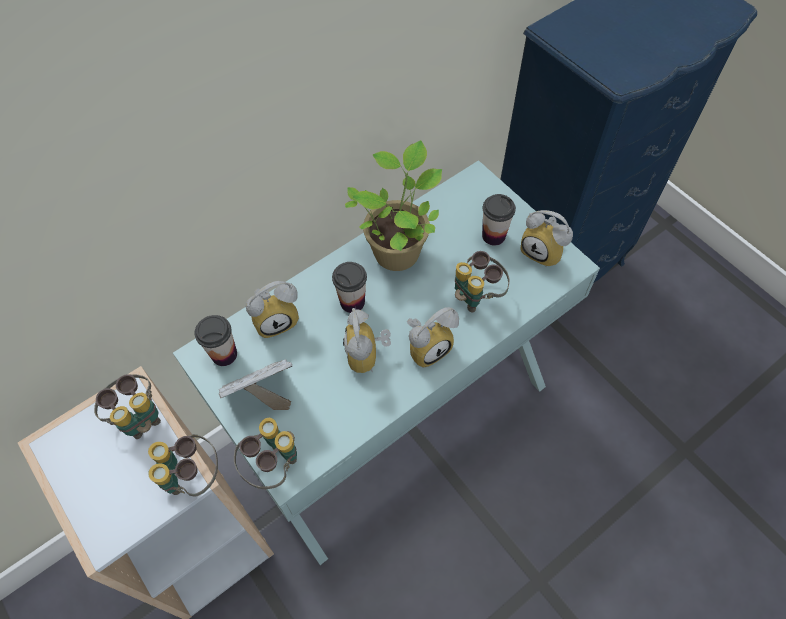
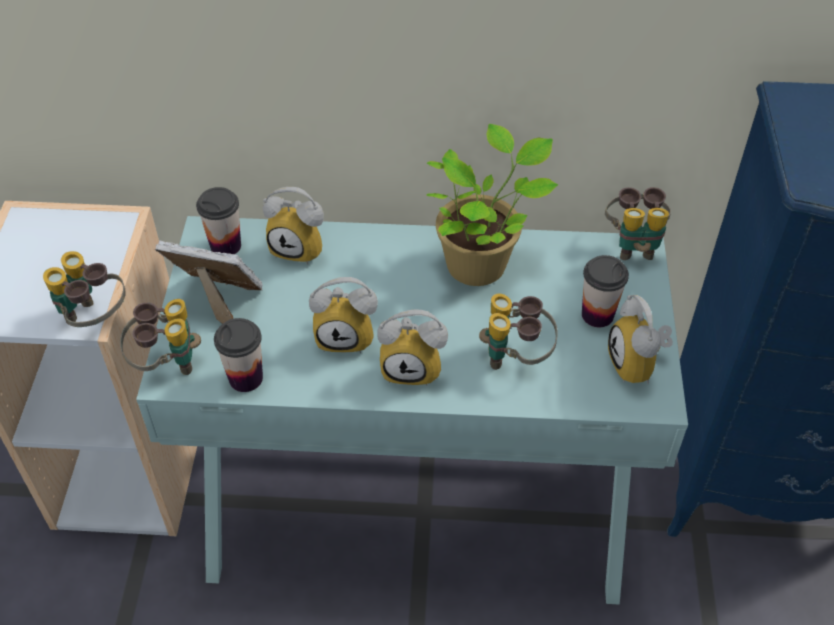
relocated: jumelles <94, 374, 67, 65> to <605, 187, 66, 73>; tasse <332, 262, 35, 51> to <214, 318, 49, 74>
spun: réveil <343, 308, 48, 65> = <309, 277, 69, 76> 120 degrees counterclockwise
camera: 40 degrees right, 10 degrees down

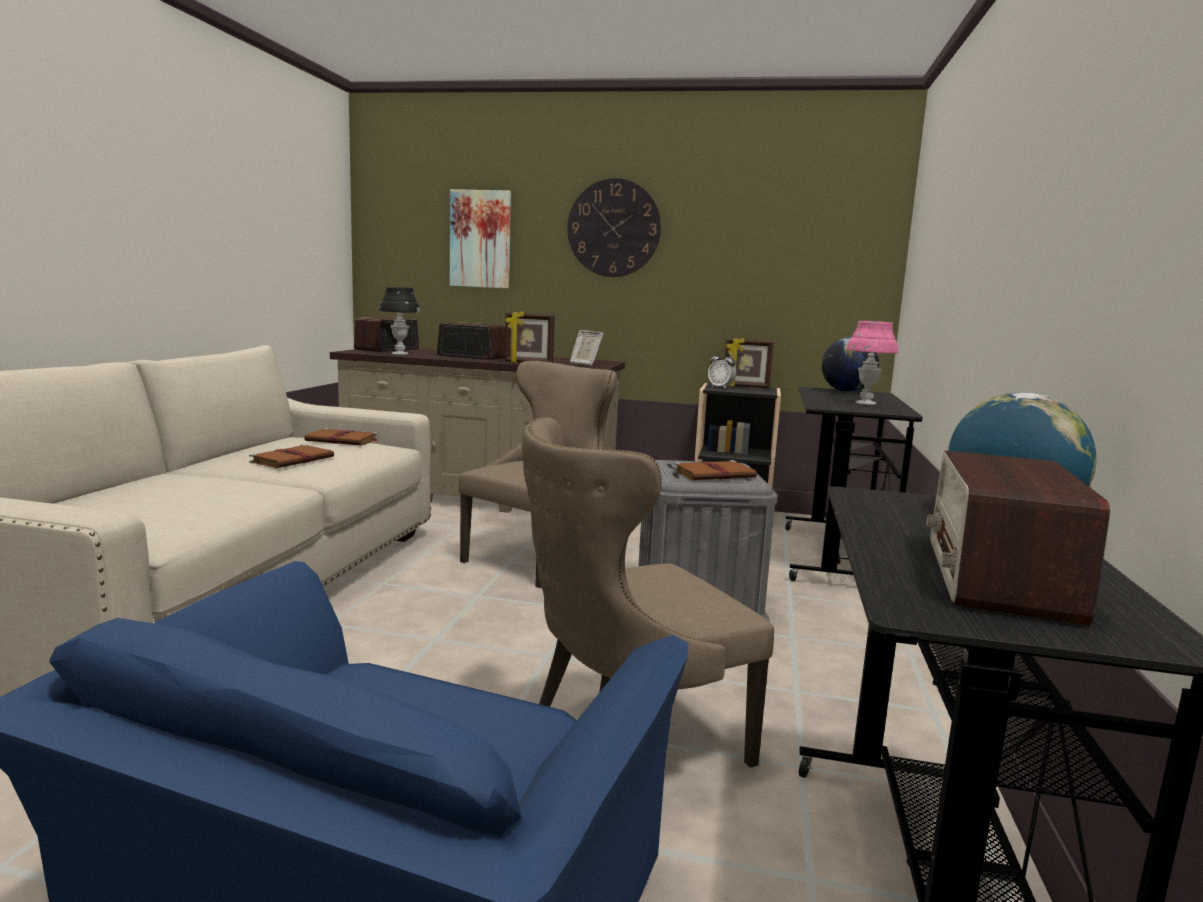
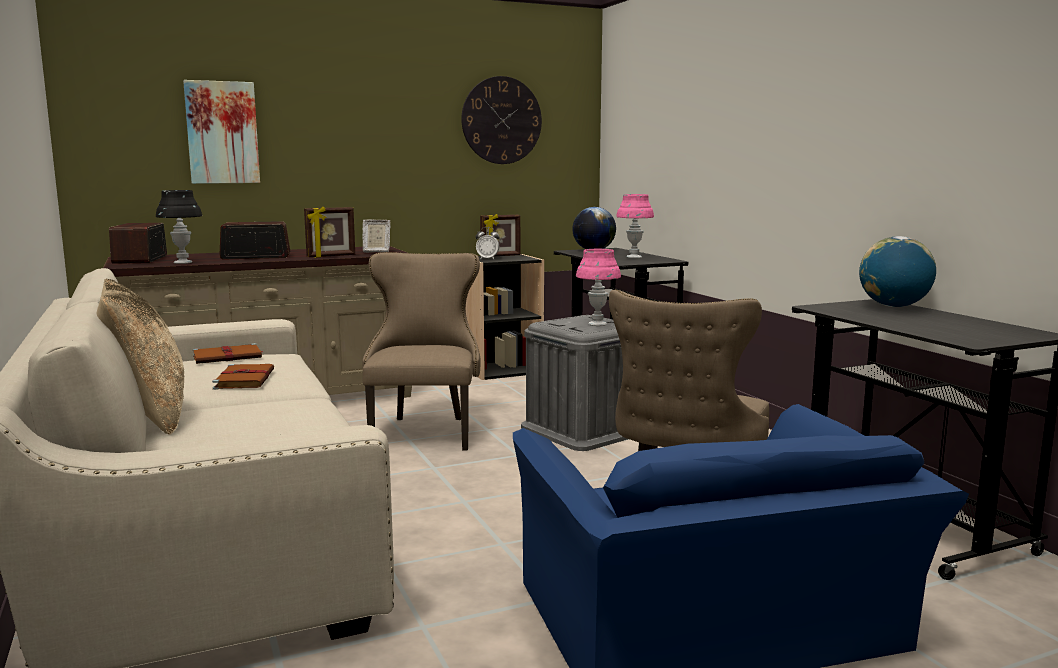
missing: radio <927, 451, 183, 174>
appeared: coussin/beige <96, 279, 89, 156>
relocated: horloge murale <567, 178, 94, 99> to <461, 76, 81, 88>
exchanged: livre/marron <673, 460, 84, 20> to lampe de table/rose <576, 249, 45, 77>
camera: 35 degrees left, 0 degrees up

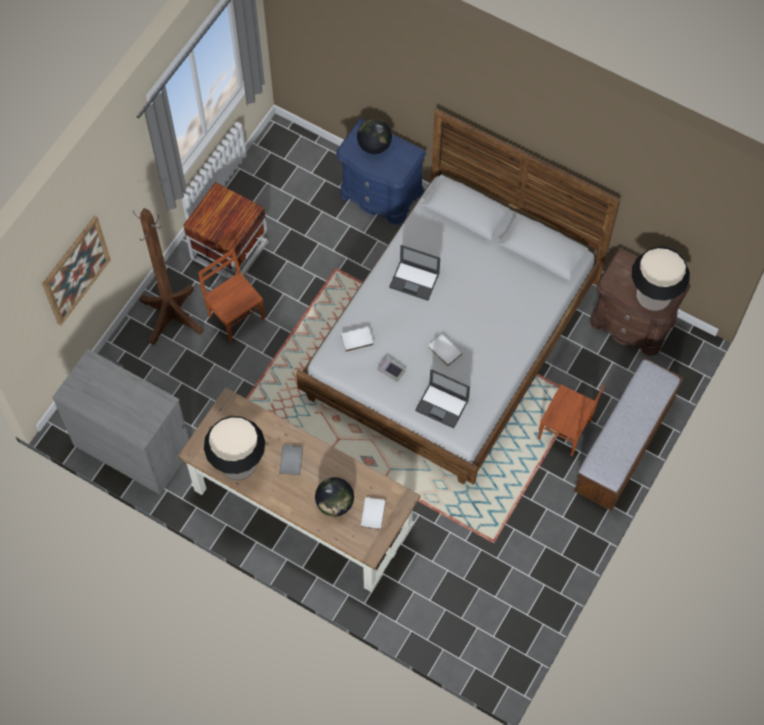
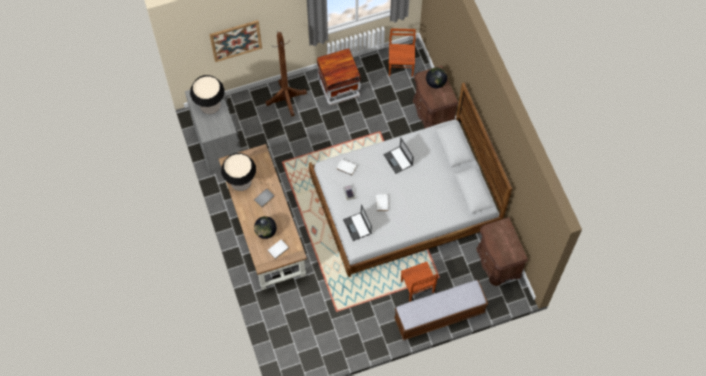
relocated: chaise/marron <198, 249, 66, 94> to <389, 28, 27, 49>; lampe de table <632, 246, 58, 65> to <190, 75, 35, 39>
colour: table de chevet/bleu <336, 118, 91, 107> to table de chevet/marron <413, 65, 45, 64>
camera: 40 degrees right, 0 degrees up

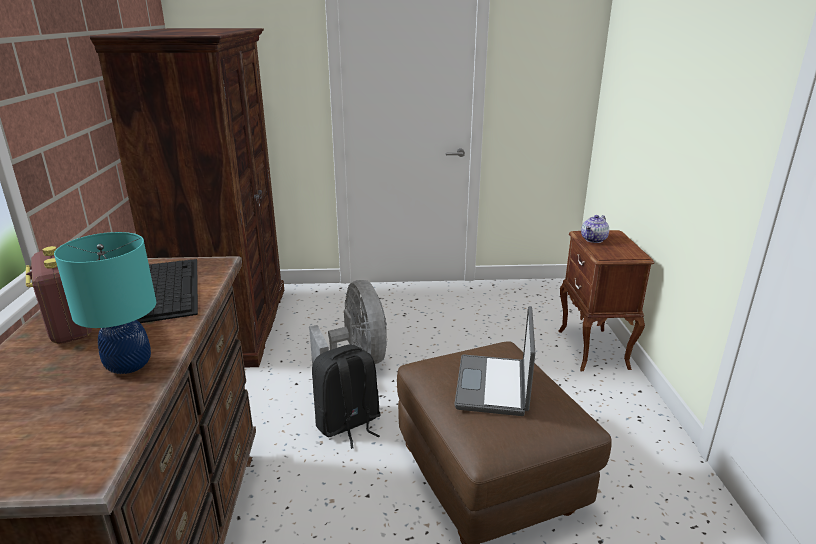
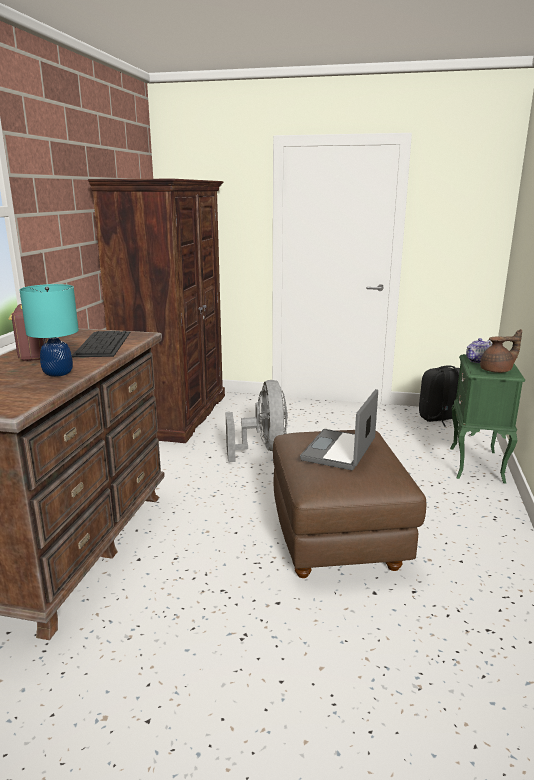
appeared: théière/marron <480, 329, 42, 44>
relocated: sac à dos/noir <312, 344, 69, 105> to <419, 366, 41, 61>
colour: table de chevet/marron <558, 230, 96, 141> to table de chevet/vert <450, 354, 75, 130>
camera: 15 degrees right, 5 degrees down

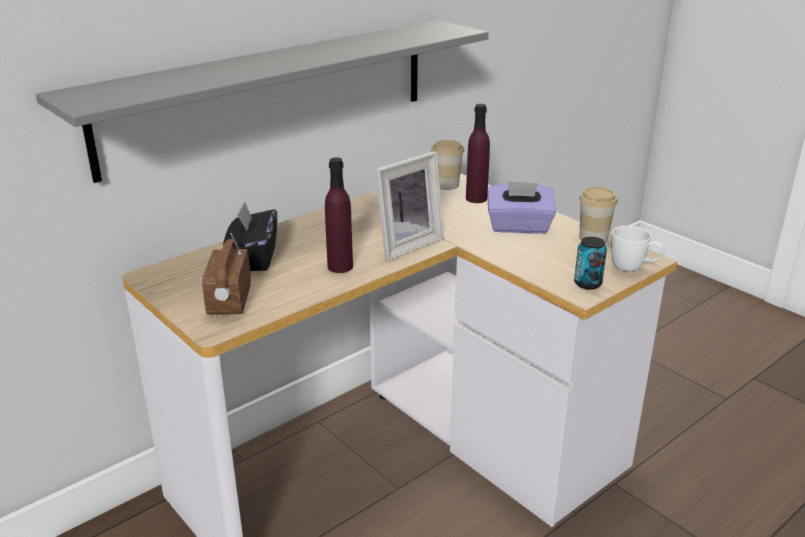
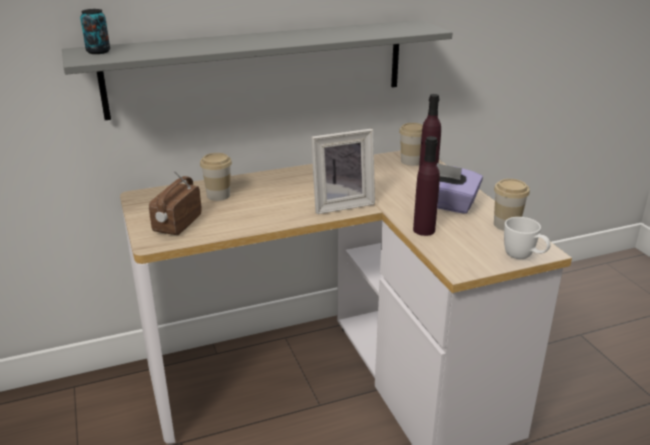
relocated: bouteille/violet <325, 157, 28, 116> to <413, 136, 27, 100>; boîte métallique <574, 237, 33, 53> to <80, 9, 30, 45>
exchanged: boîte à mouchoirs/noir <223, 201, 54, 70> to tasse <200, 153, 32, 48>
camera: 20 degrees right, 0 degrees up

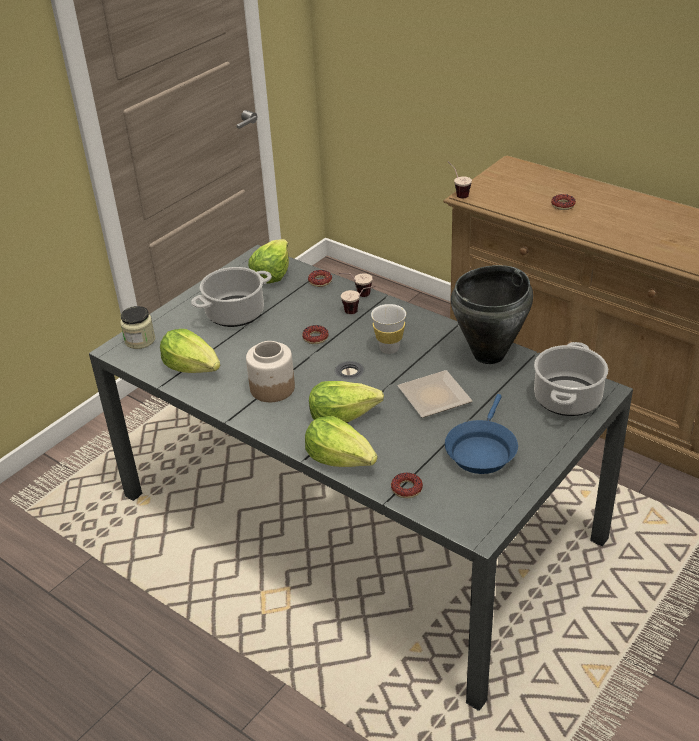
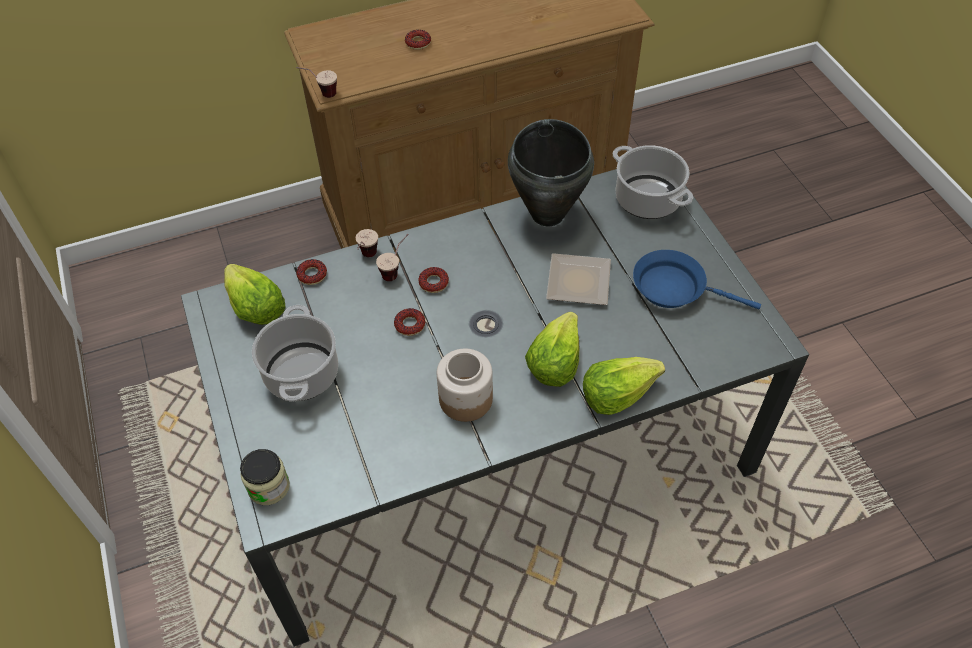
missing: laitue <160, 329, 60, 44>; tasse/blanc <371, 304, 35, 50>
relocated: beignet <391, 473, 32, 25> to <418, 267, 31, 26>
spun: poêle/bleu <445, 394, 73, 80> = <633, 250, 128, 59> 150 degrees clockwise
camera: 60 degrees left, 15 degrees up

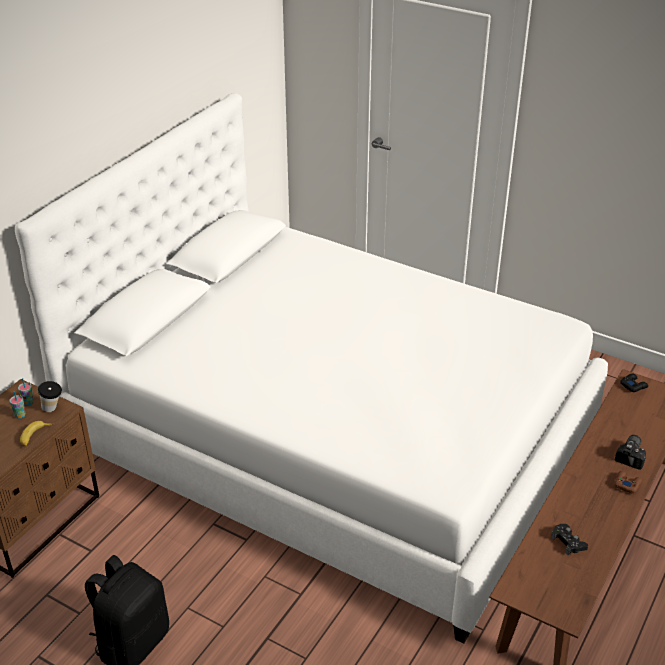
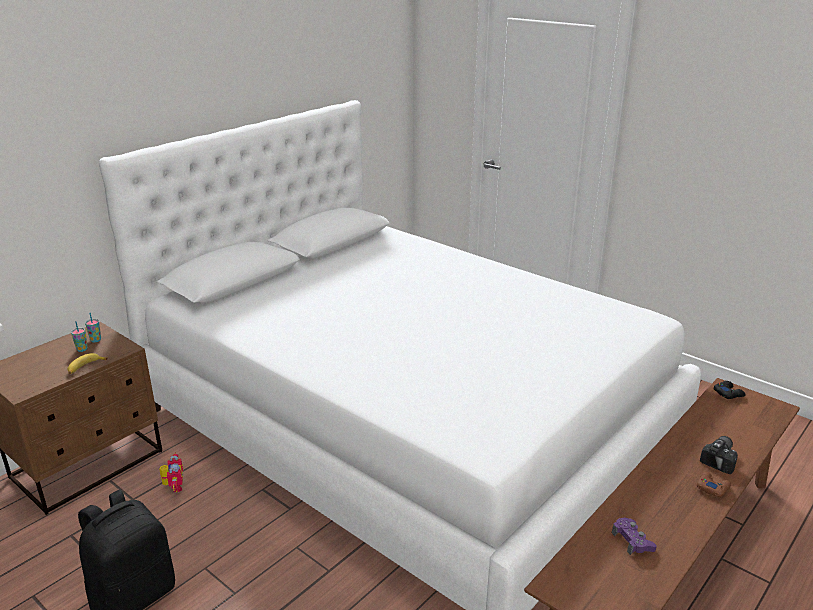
missing: tasse <38, 381, 24, 31>
appeared: robot jouet <159, 452, 24, 40>
colour: manette/noir <551, 524, 37, 31> to manette/violet <612, 517, 45, 38>
camera: 10 degrees right, 10 degrees down

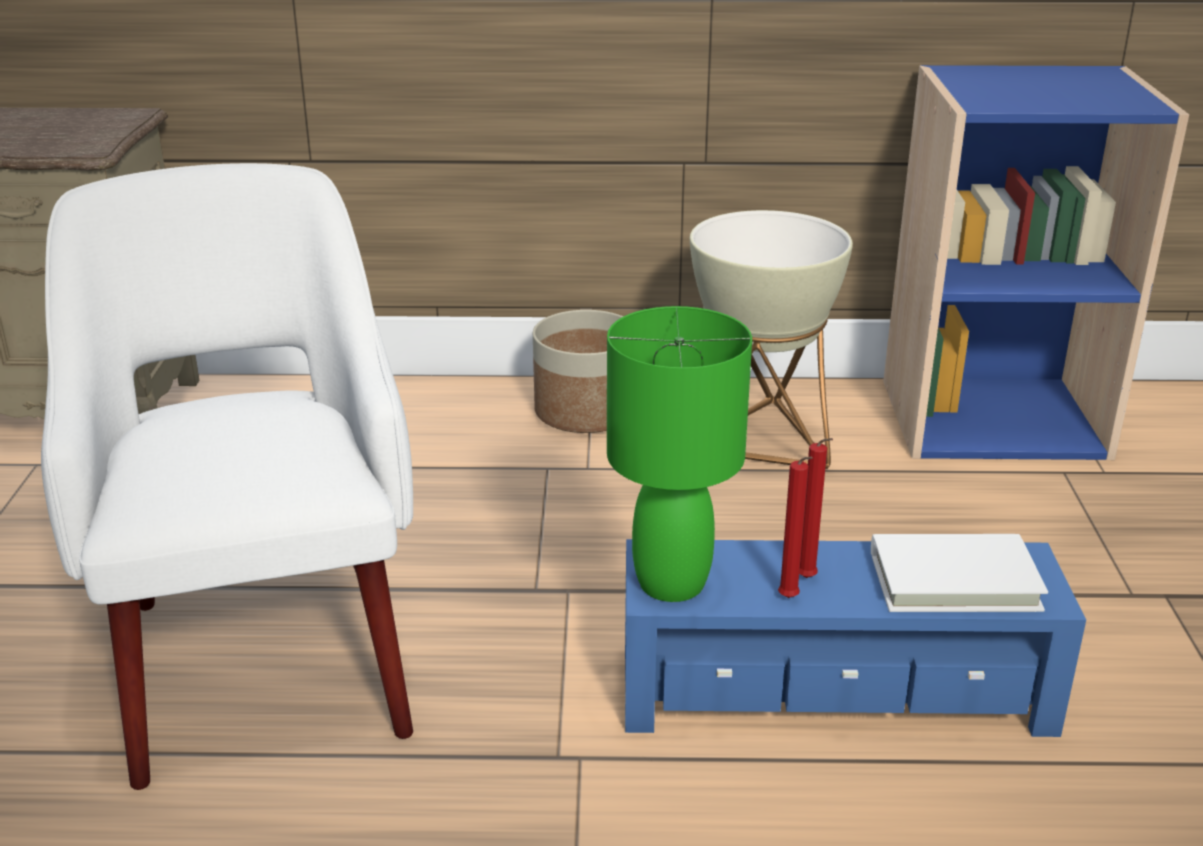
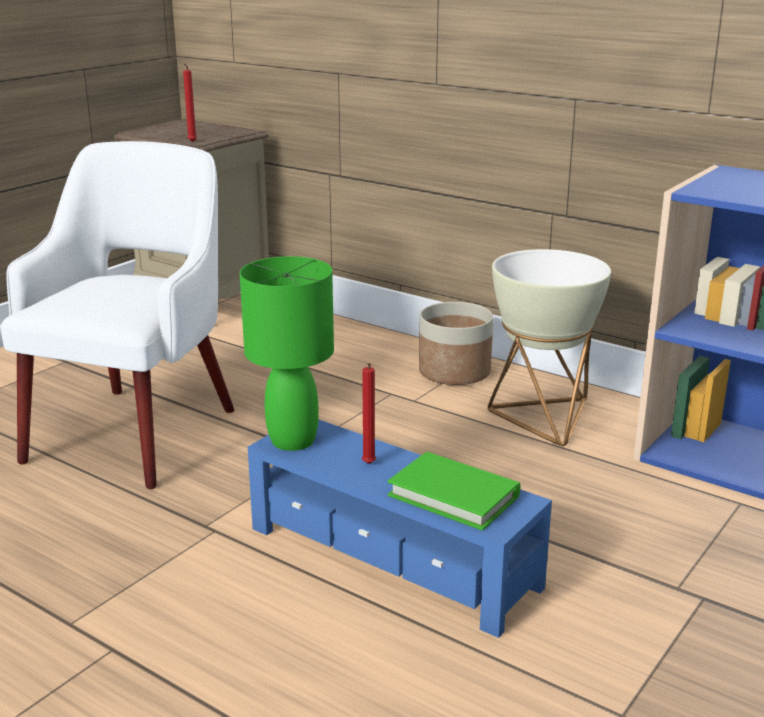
relocated: bougie/rouge <778, 457, 35, 141> to <183, 64, 14, 78>
colour: livre/blanc <871, 534, 177, 78> to livre/vert <388, 452, 133, 79>
camera: 35 degrees right, 5 degrees down

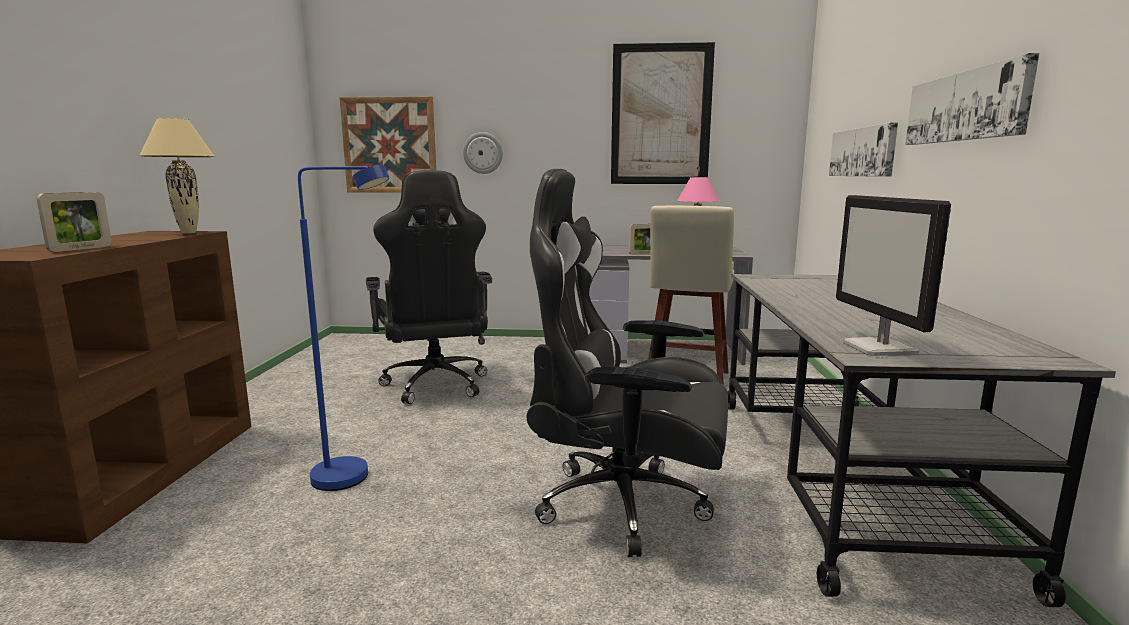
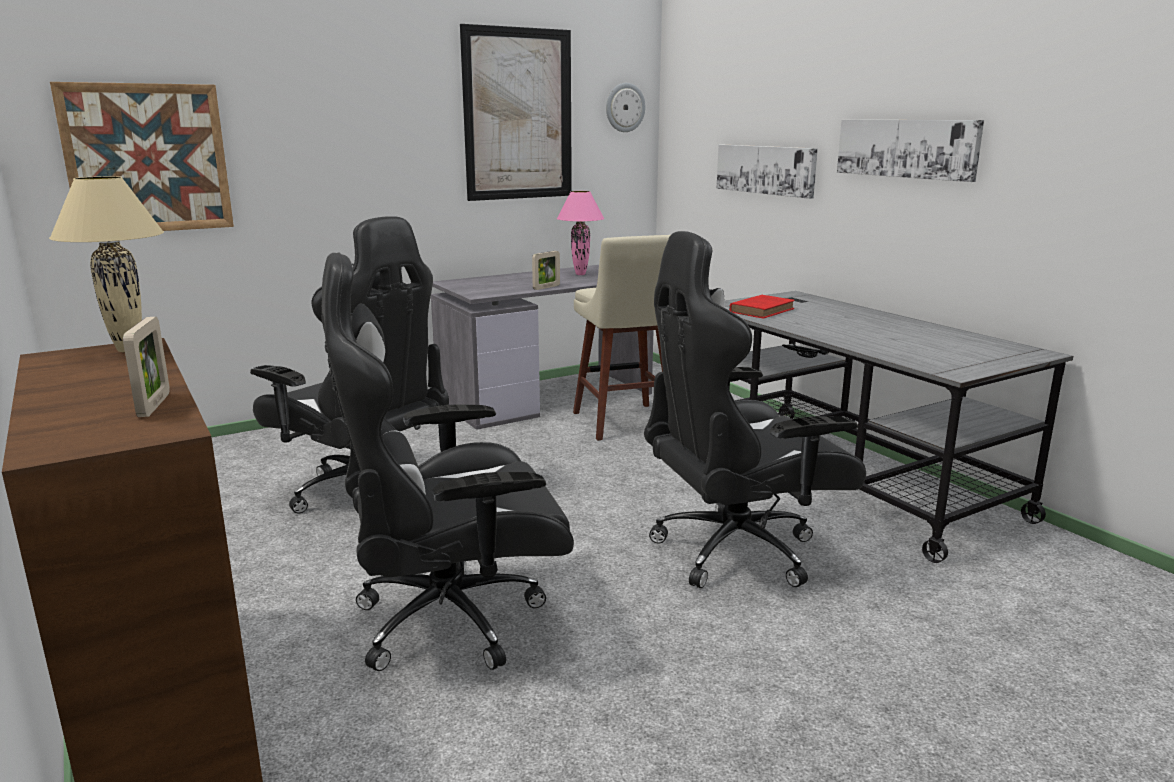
missing: écran d'ordinateur <836, 195, 115, 161>
appeared: livre/rouge <729, 295, 66, 23>
relocated: horloge murale <463, 132, 40, 42> to <606, 83, 39, 49>
exchanged: lampadaire/bleu <298, 165, 91, 326> to chaise de bureau/noir <322, 252, 252, 419>
camera: 35 degrees left, 5 degrees up

